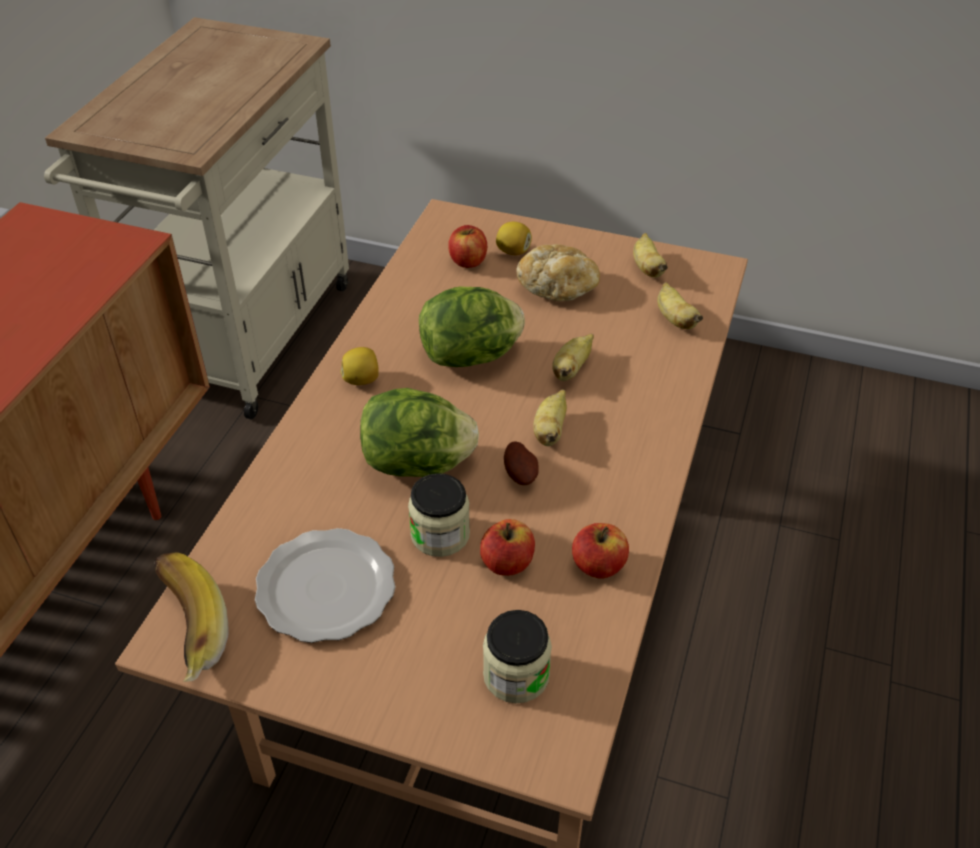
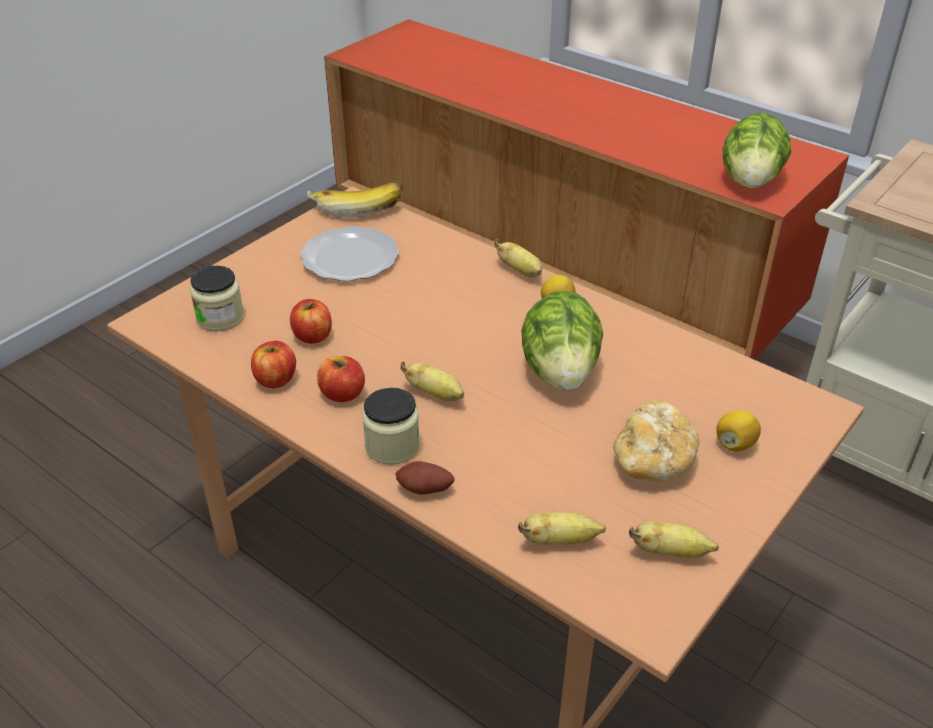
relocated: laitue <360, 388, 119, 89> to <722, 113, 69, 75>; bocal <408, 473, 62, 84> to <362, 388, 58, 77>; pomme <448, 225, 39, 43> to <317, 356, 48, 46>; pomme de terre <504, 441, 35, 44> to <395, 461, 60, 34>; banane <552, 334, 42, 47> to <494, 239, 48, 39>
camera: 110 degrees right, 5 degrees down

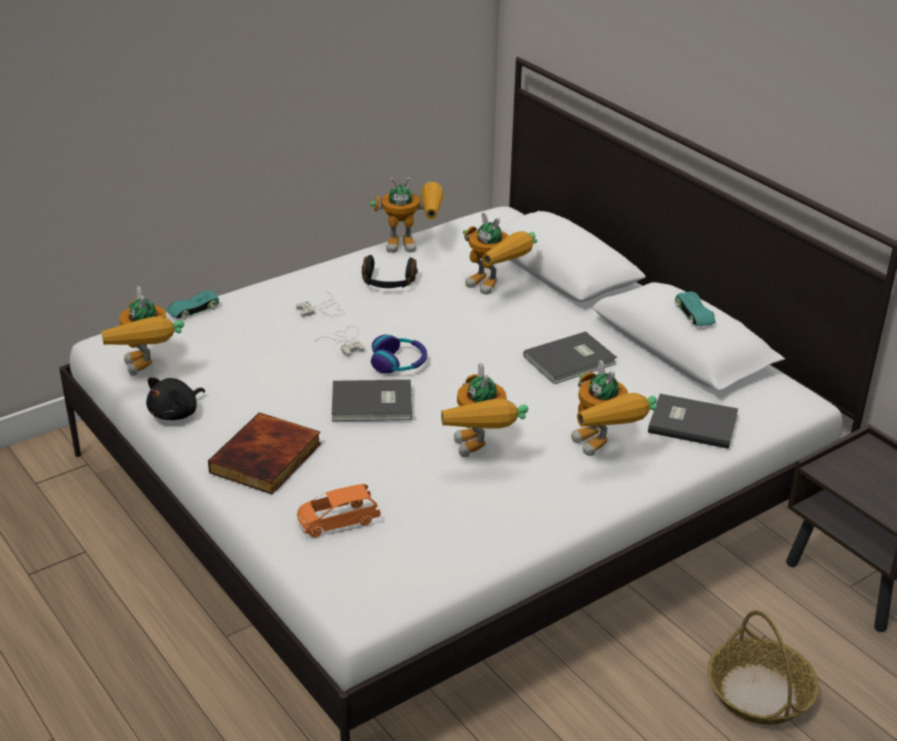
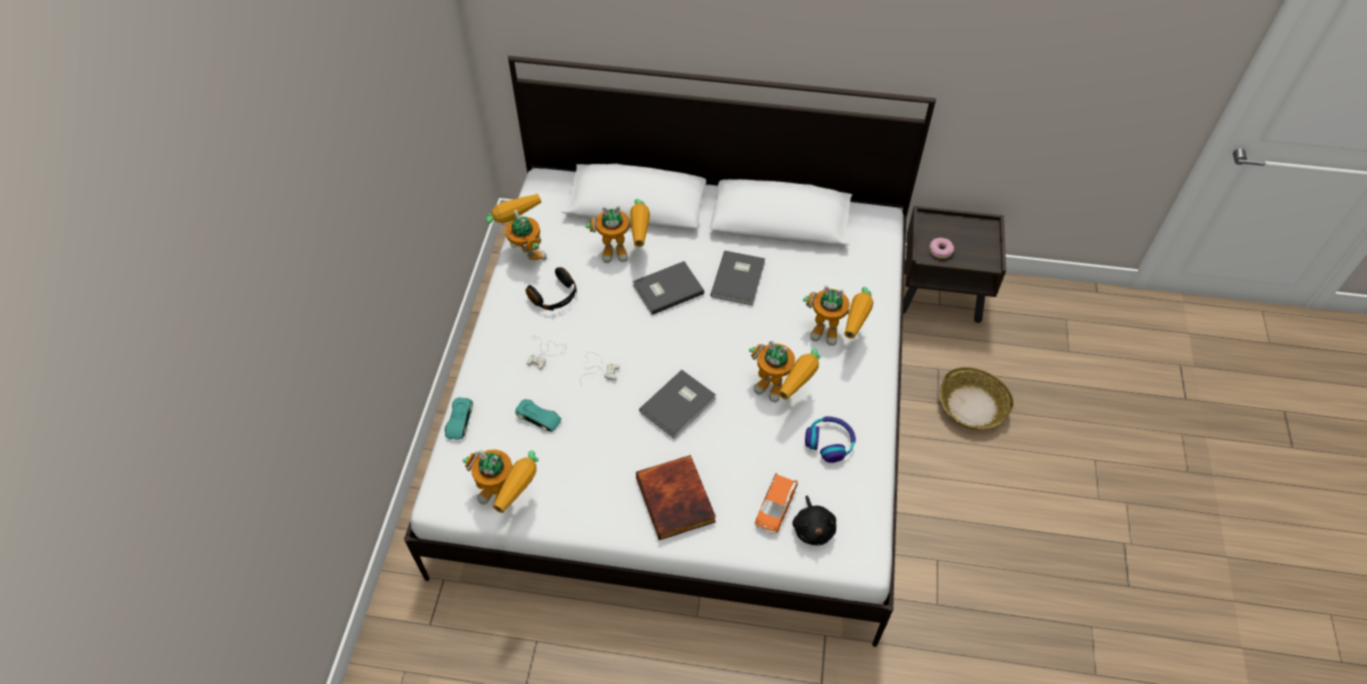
appeared: beignet <929, 238, 25, 21>
relocated: peluche/noir <146, 377, 59, 43> to <792, 495, 44, 51>; casque audio <371, 335, 56, 39> to <805, 416, 51, 47>; livre/gris <648, 394, 90, 55> to <633, 261, 71, 54>; petite voiture/turquoise <675, 292, 40, 34> to <515, 399, 46, 33>
spun: robot jouet <370, 177, 74, 76> = <486, 194, 61, 66> 75 degrees counterclockwise
camera: 45 degrees left, 20 degrees up

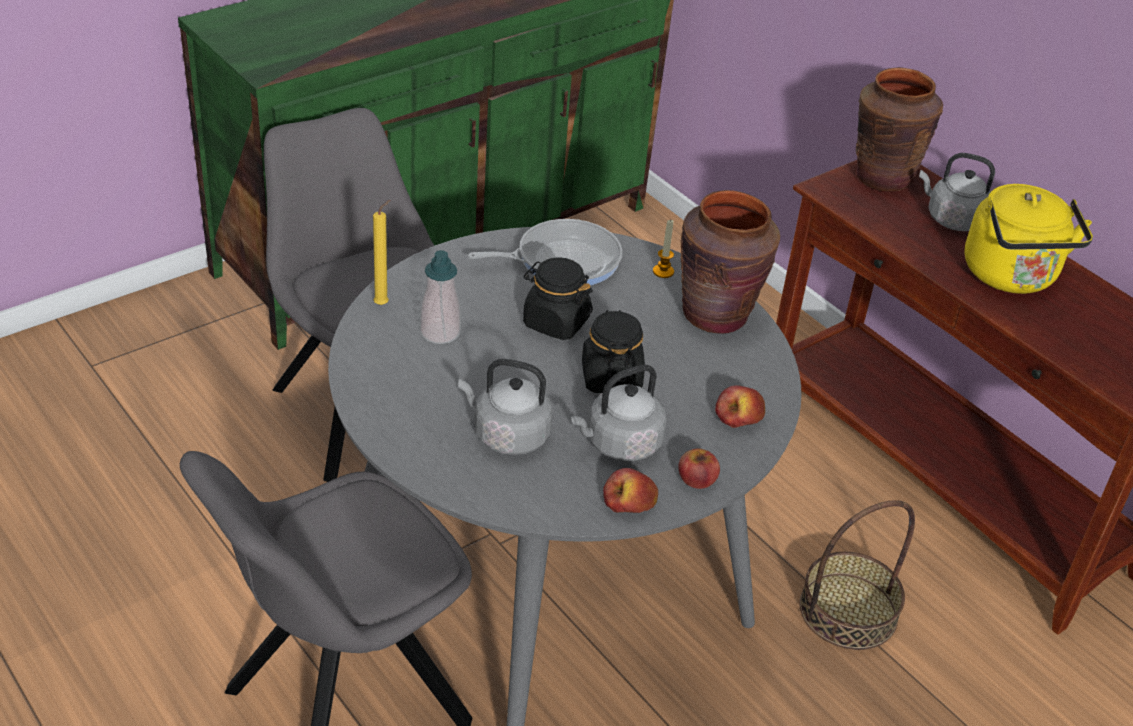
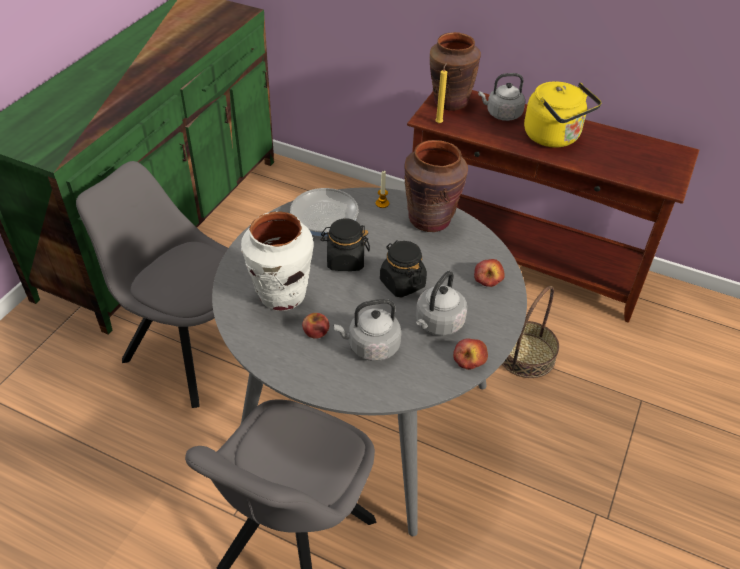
relocated: bougie/jaune <373, 200, 17, 105> to <435, 62, 12, 61>; pomme <678, 449, 42, 40> to <302, 313, 27, 26>
exchanged: distributeur de savon <419, 250, 42, 94> to vase/blanc <241, 211, 73, 100>
camera: 25 degrees left, 5 degrees up

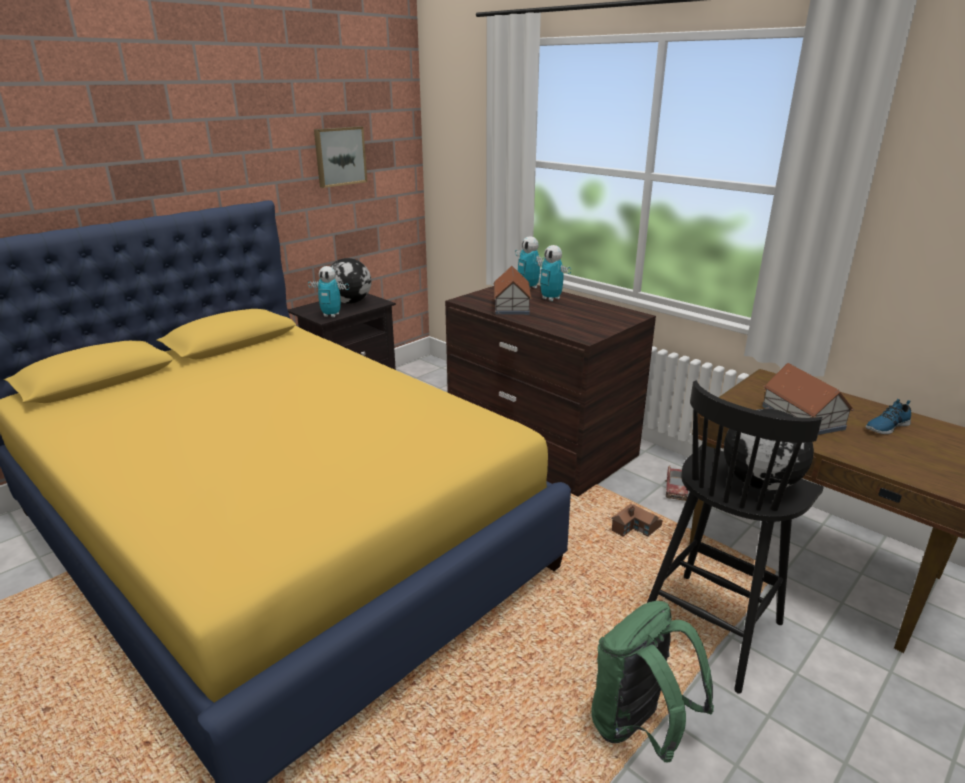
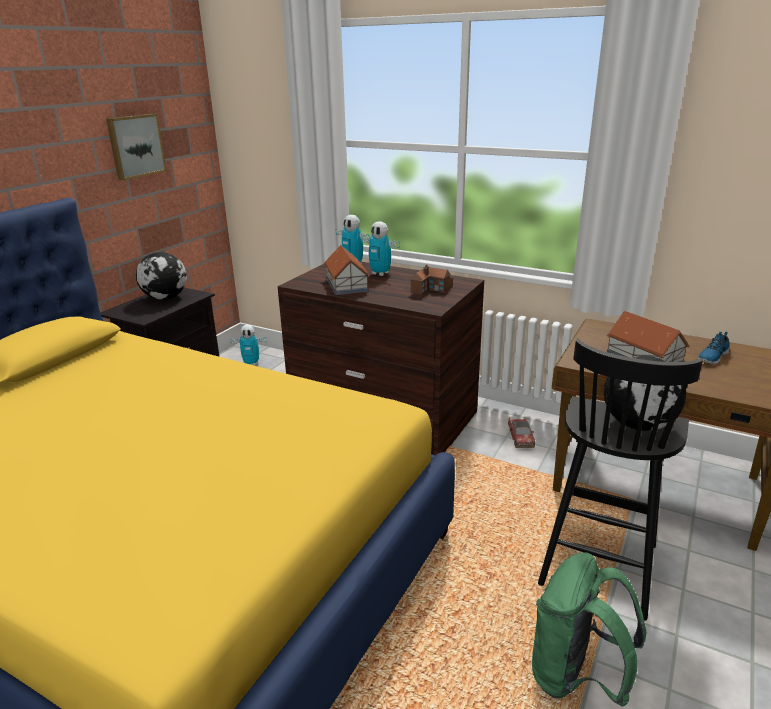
relocated: robot jouet <308, 266, 41, 51> to <230, 325, 37, 41>; maison miniature <611, 504, 52, 32> to <410, 265, 43, 30>
camera: 15 degrees left, 0 degrees up

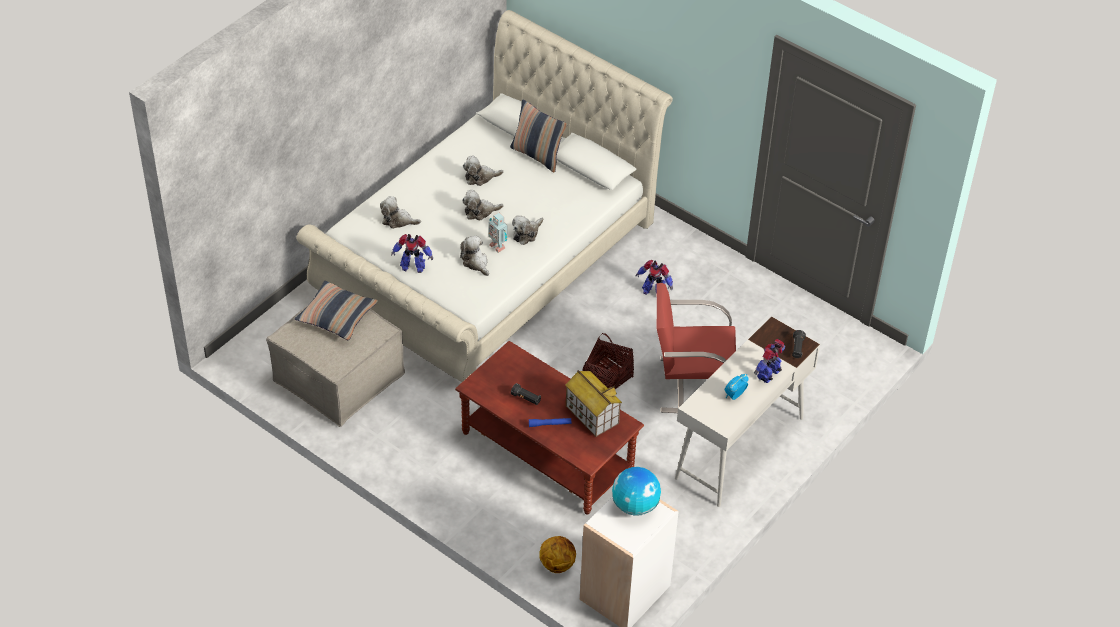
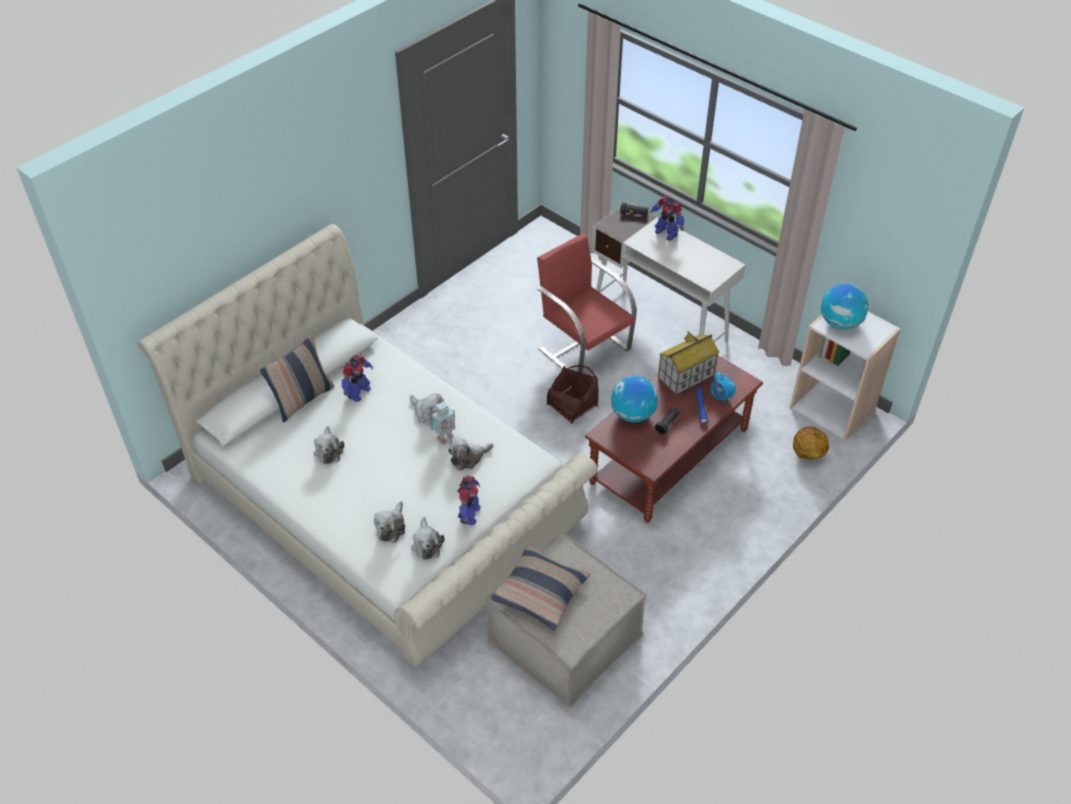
appeared: globe <611, 376, 47, 46>
relocated: peluche <462, 190, 42, 30> to <411, 517, 34, 43>; robot jouet <636, 260, 37, 39> to <342, 355, 31, 47>; réveil <724, 374, 24, 26> to <711, 372, 25, 32>
spun: chaise/rouge <656, 283, 80, 130> = <537, 233, 100, 140> 135 degrees clockwise
camera: 85 degrees left, 0 degrees up

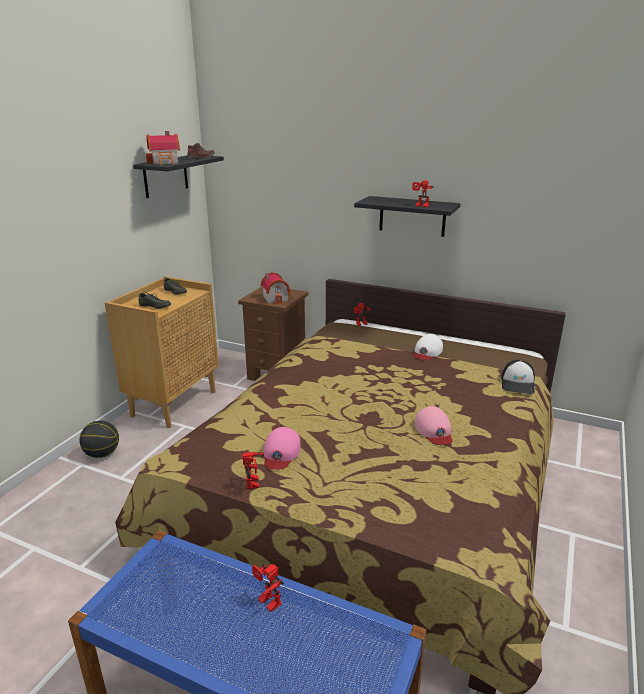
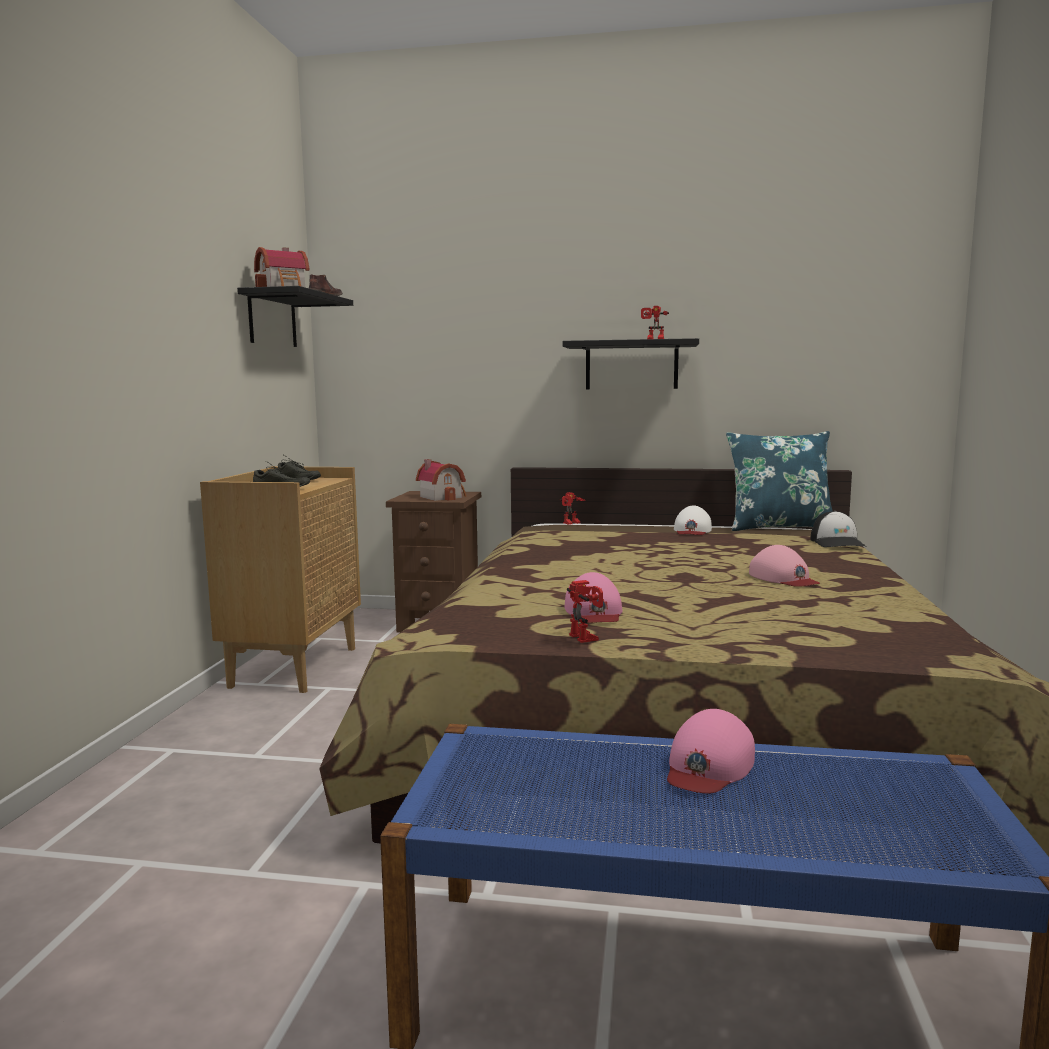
missing: ballon de basket <79, 421, 40, 37>
appeared: coussin/bleu <726, 431, 107, 100>
exchanged: robot jouet <252, 564, 32, 48> to casquette/rose <667, 709, 88, 85>
camera: 15 degrees left, 15 degrees down

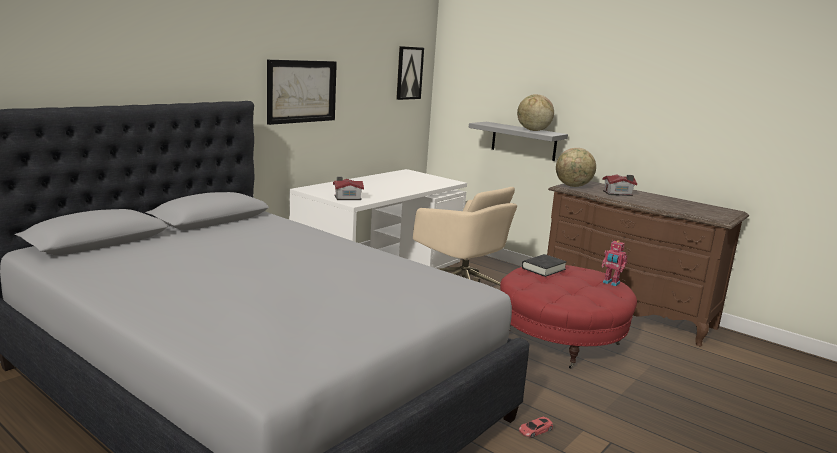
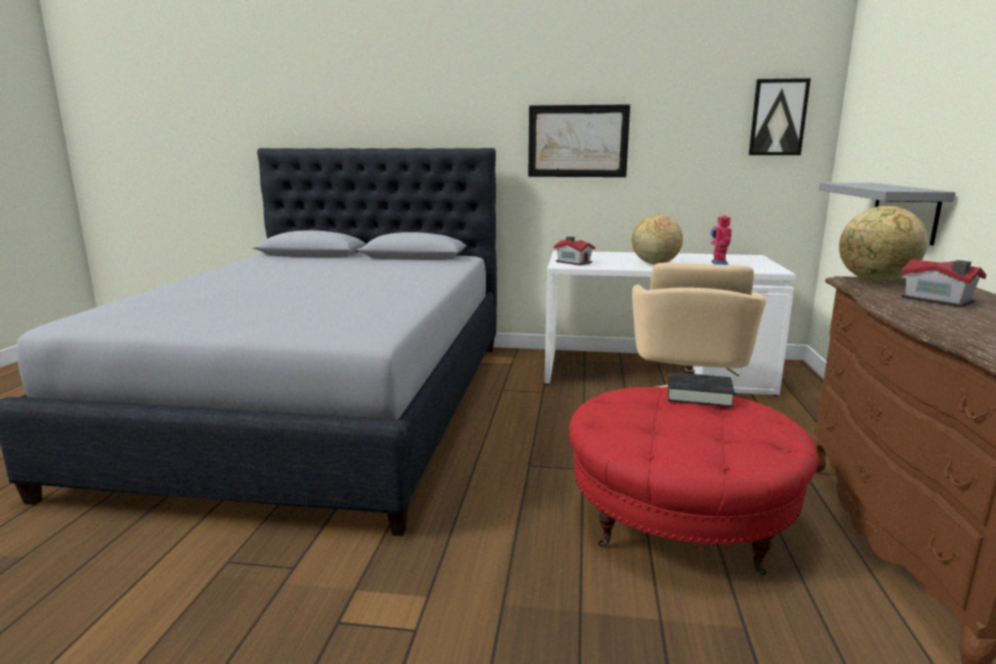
missing: petite voiture/rouge <519, 417, 34, 21>
relocated: globe <517, 94, 37, 37> to <632, 214, 51, 50>; robot jouet <602, 240, 25, 46> to <711, 214, 21, 51>
camera: 60 degrees right, 0 degrees up

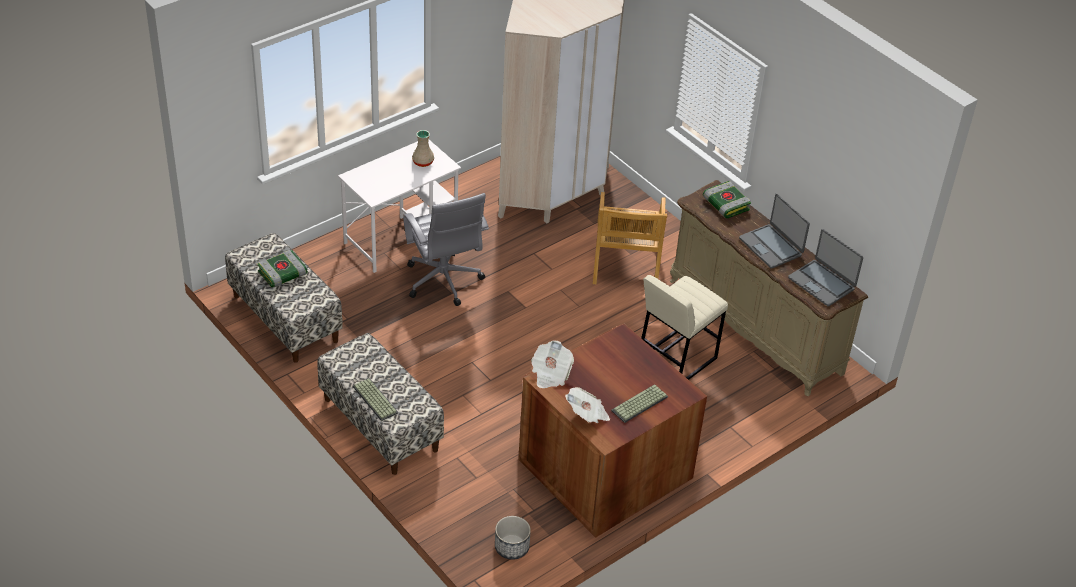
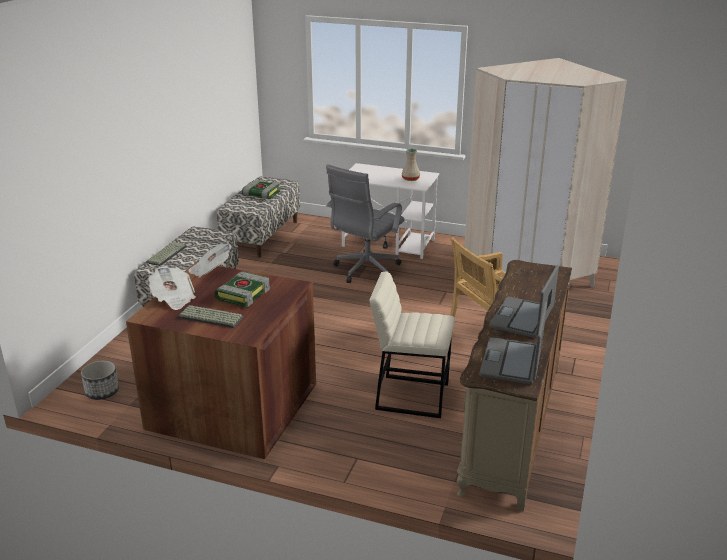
relocated: livre <703, 181, 48, 37> to <214, 271, 56, 36>
camera: 60 degrees right, 15 degrees down

